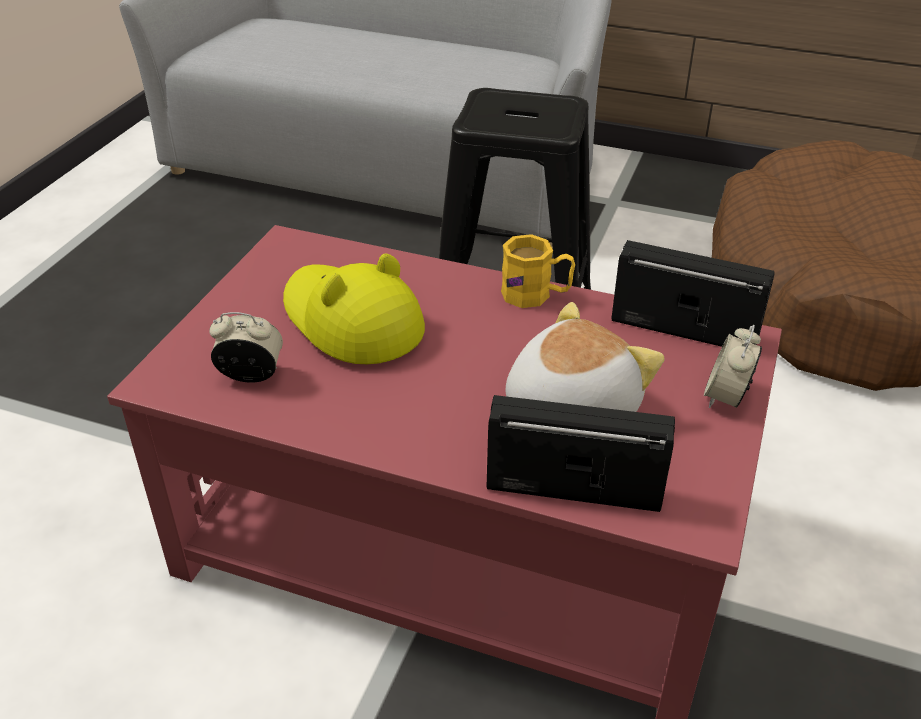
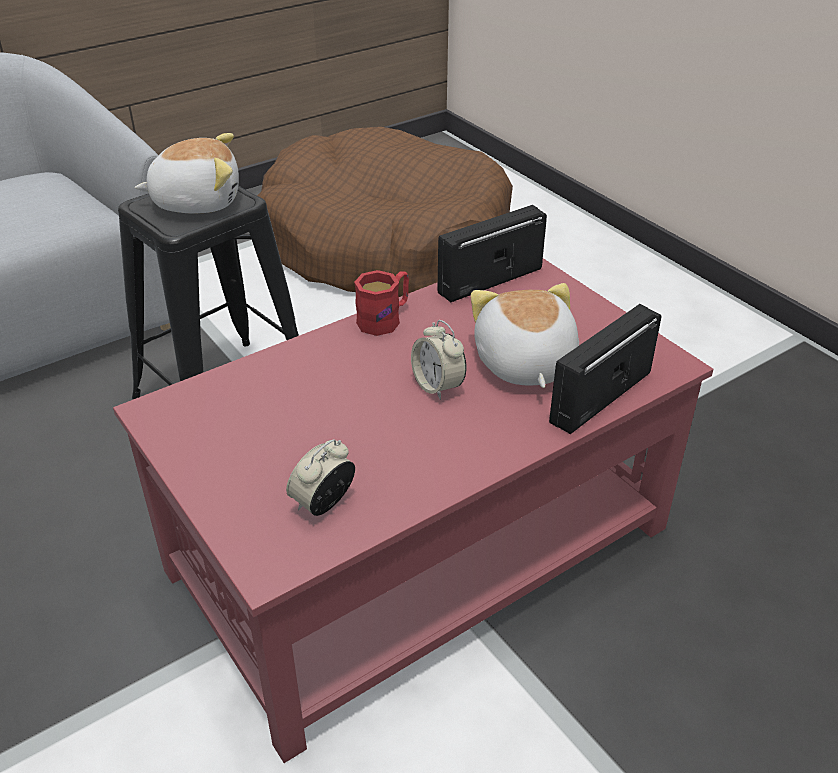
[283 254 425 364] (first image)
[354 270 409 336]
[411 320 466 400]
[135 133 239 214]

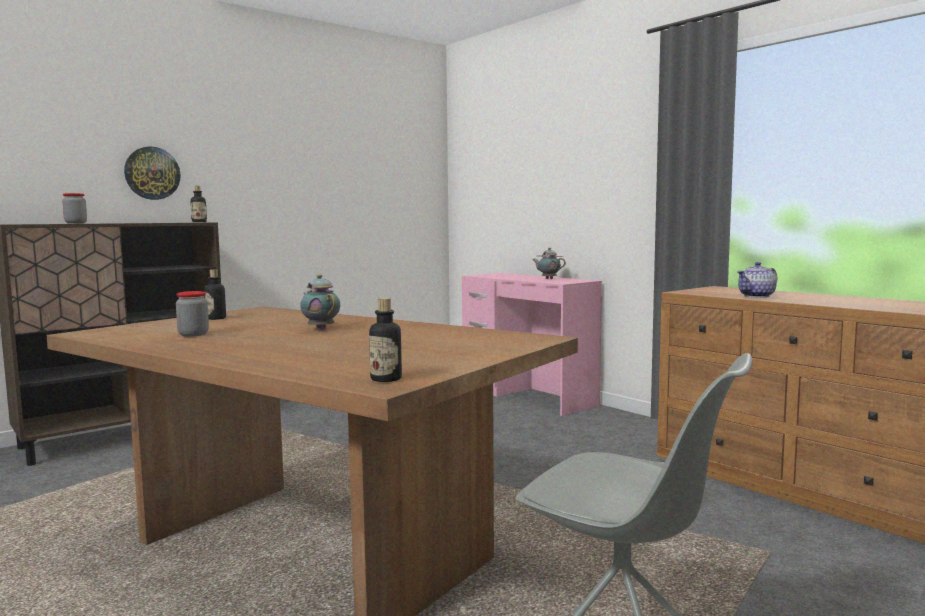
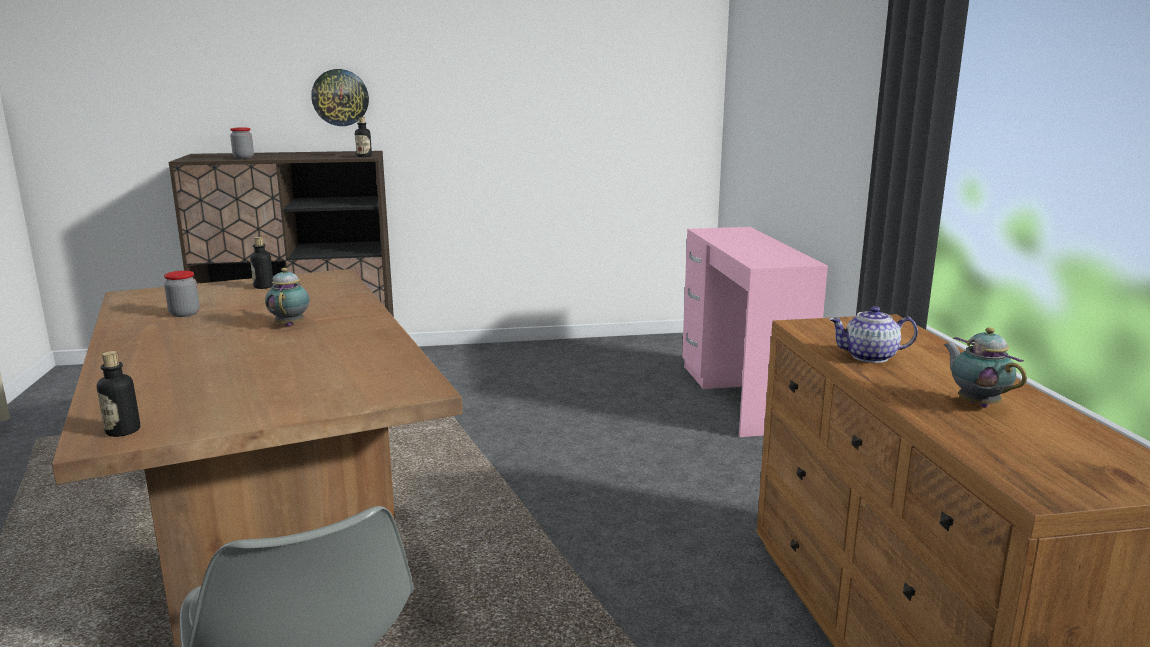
[944 327 1027 408]

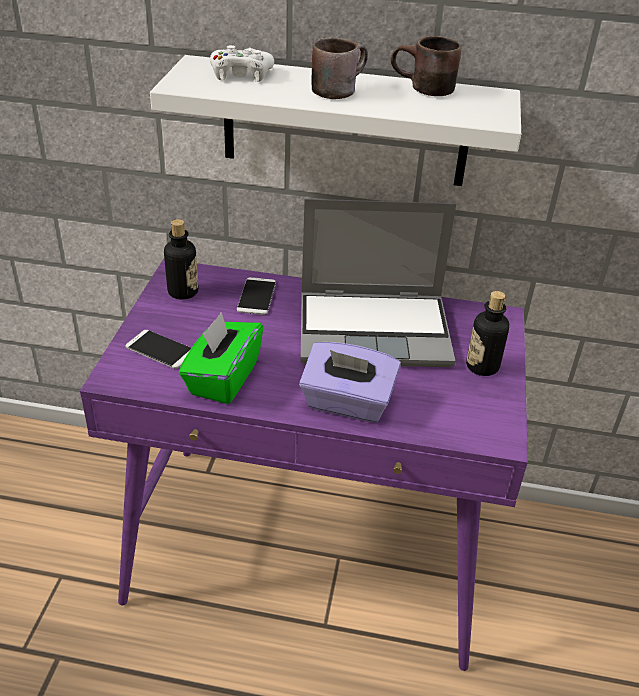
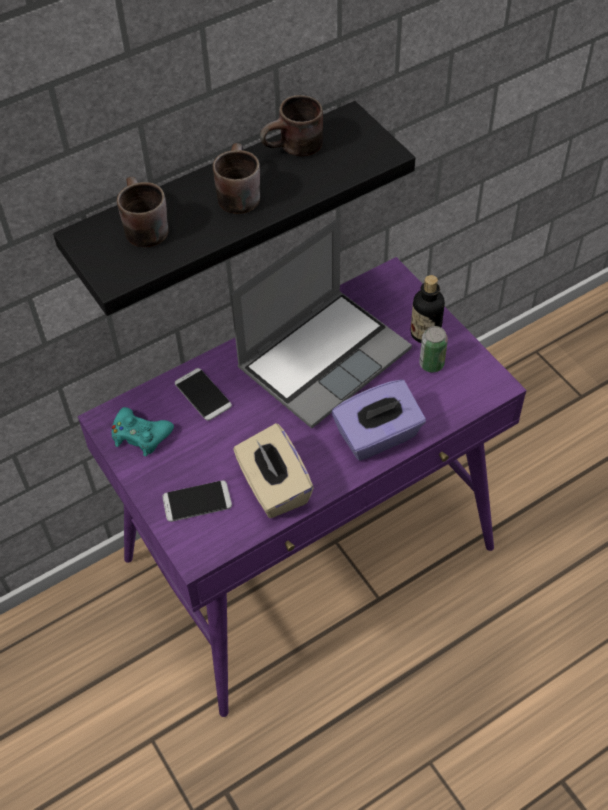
[53 101 415 316]
[112 407 174 456]
[233 423 314 518]
[117 177 169 247]
[419 326 448 372]

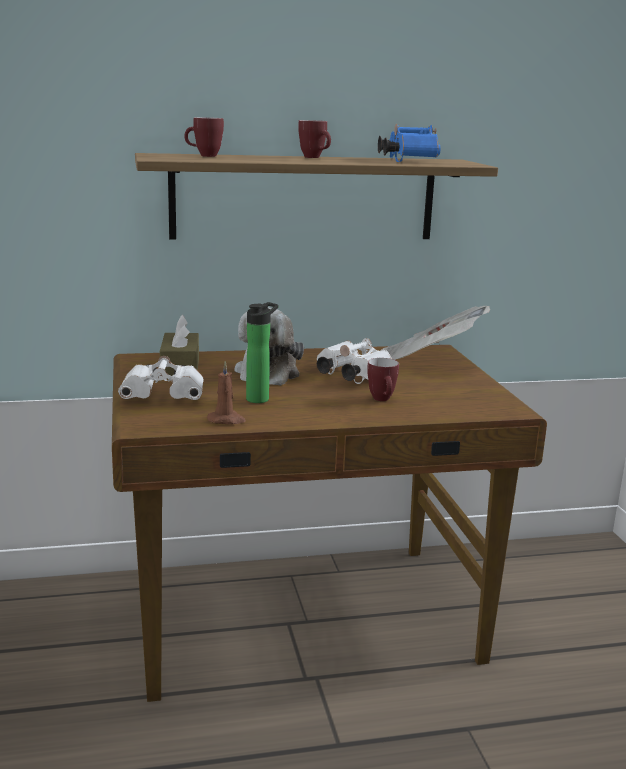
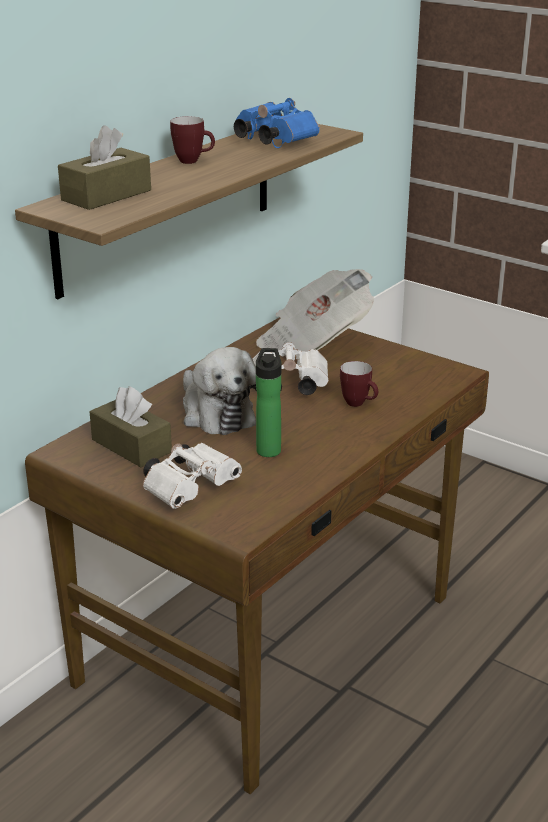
[58 125 151 210]
[207 361 246 425] (first image)

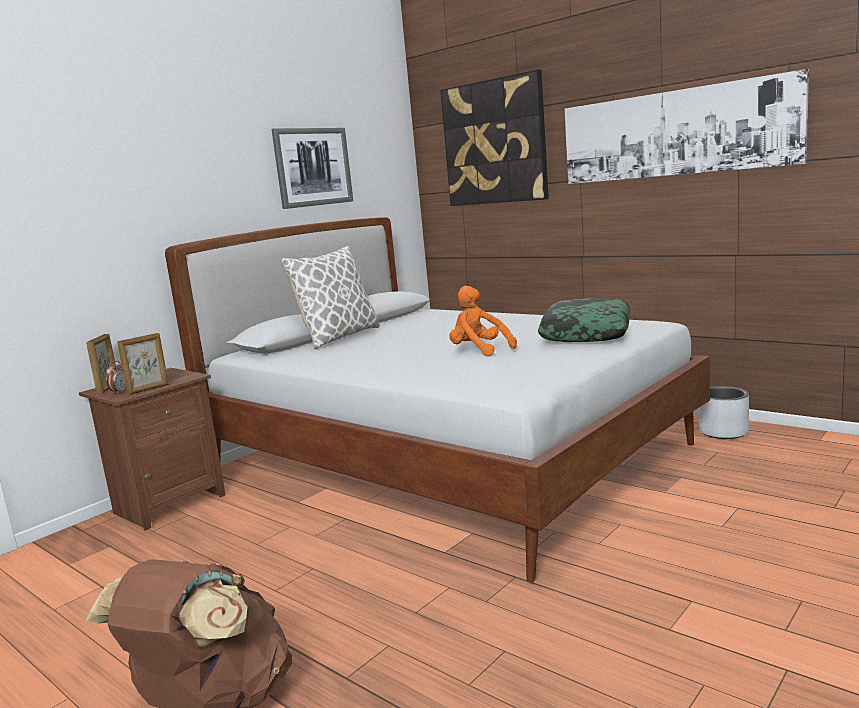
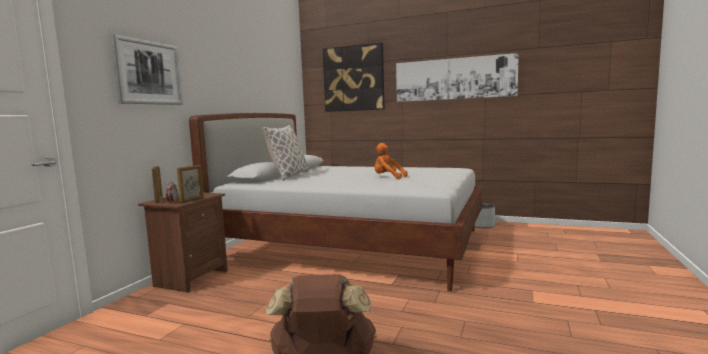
[111 34 183 105]
[538 298 630 342] (first image)

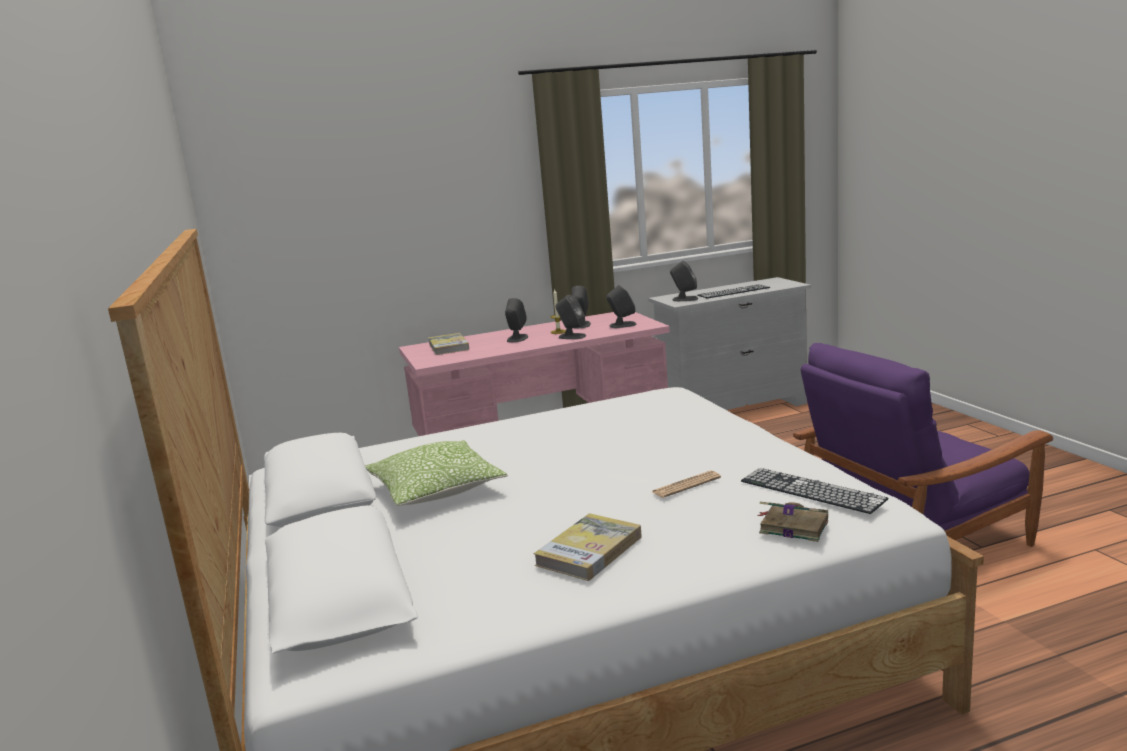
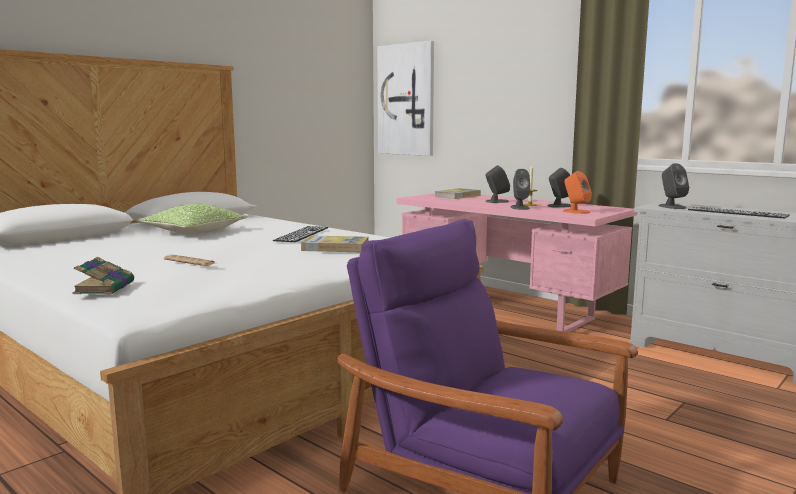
[301 235 369 252]
[563 171 592 214]
[273 226 328 242]
[377 41 434 156]

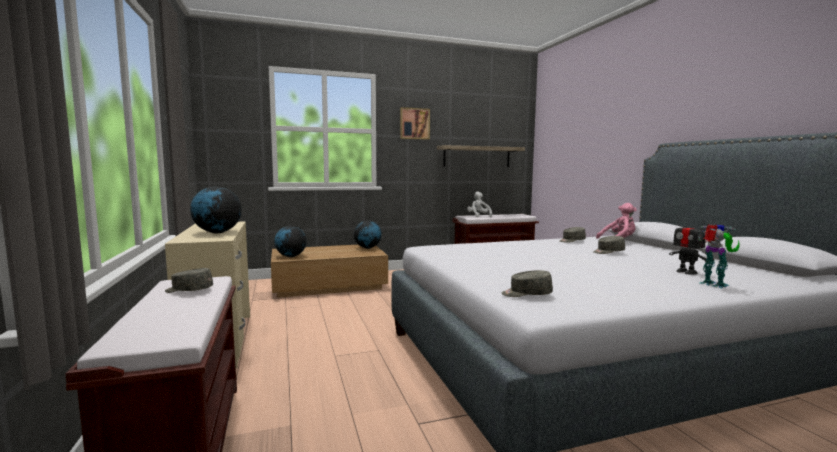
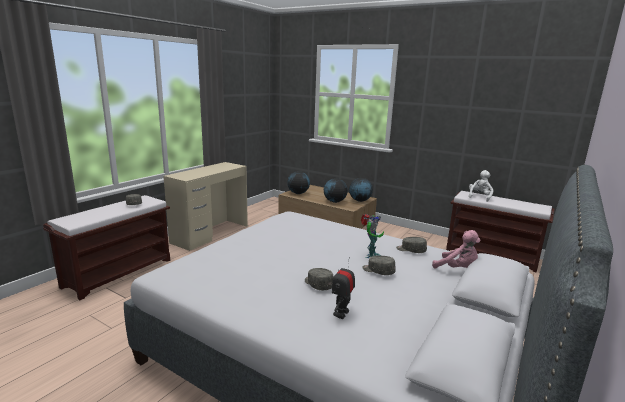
[324 178 348 203]
[400 107 430 140] (first image)
[437 145 525 167] (first image)
[305 268 334 290]
[361 214 384 258]

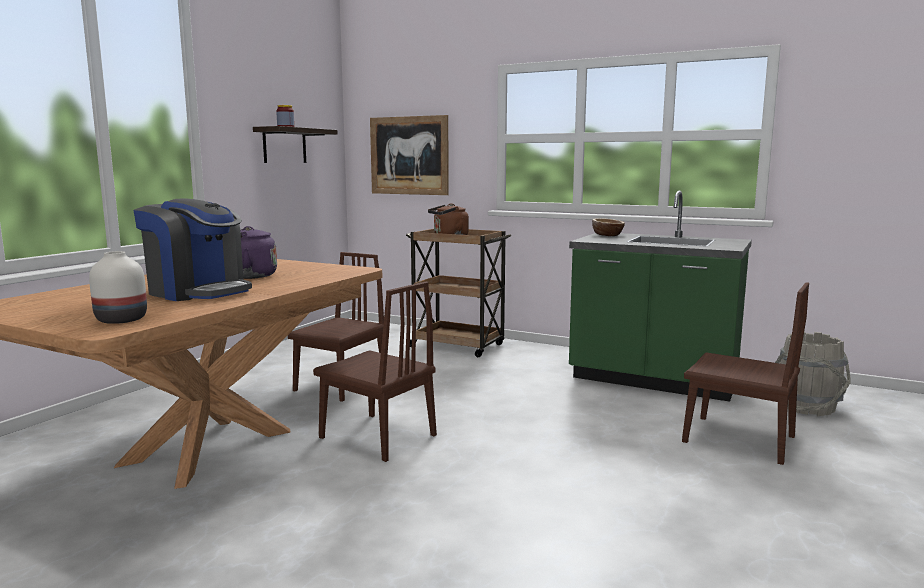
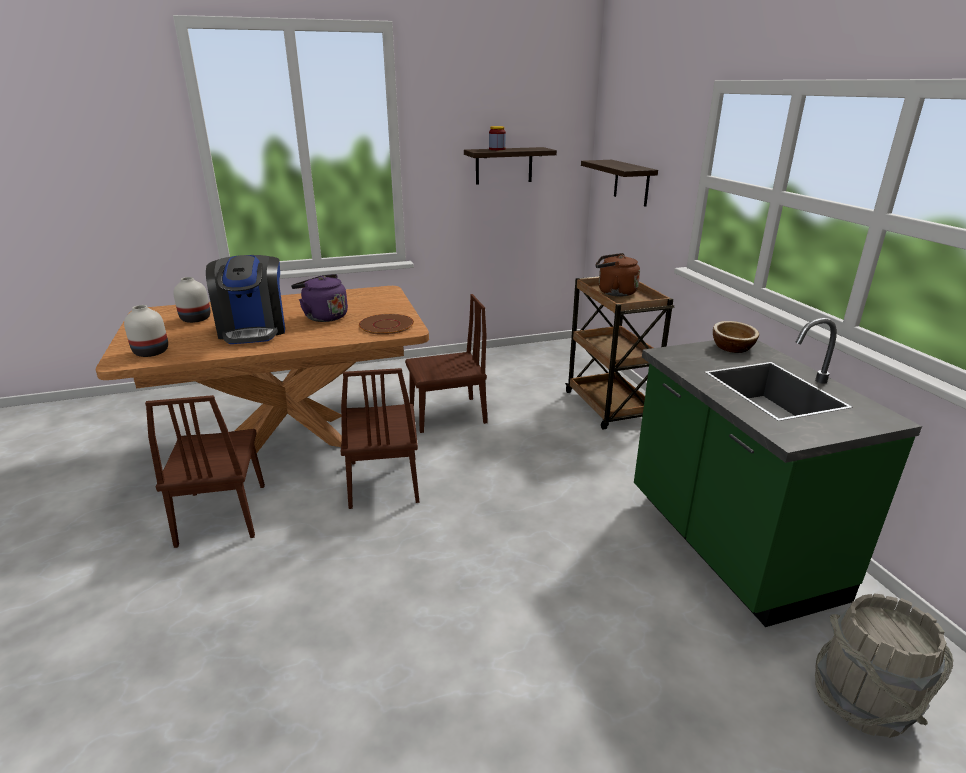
[581 160 658 207]
[145 395 265 548]
[173 277 210 323]
[359 314 414 335]

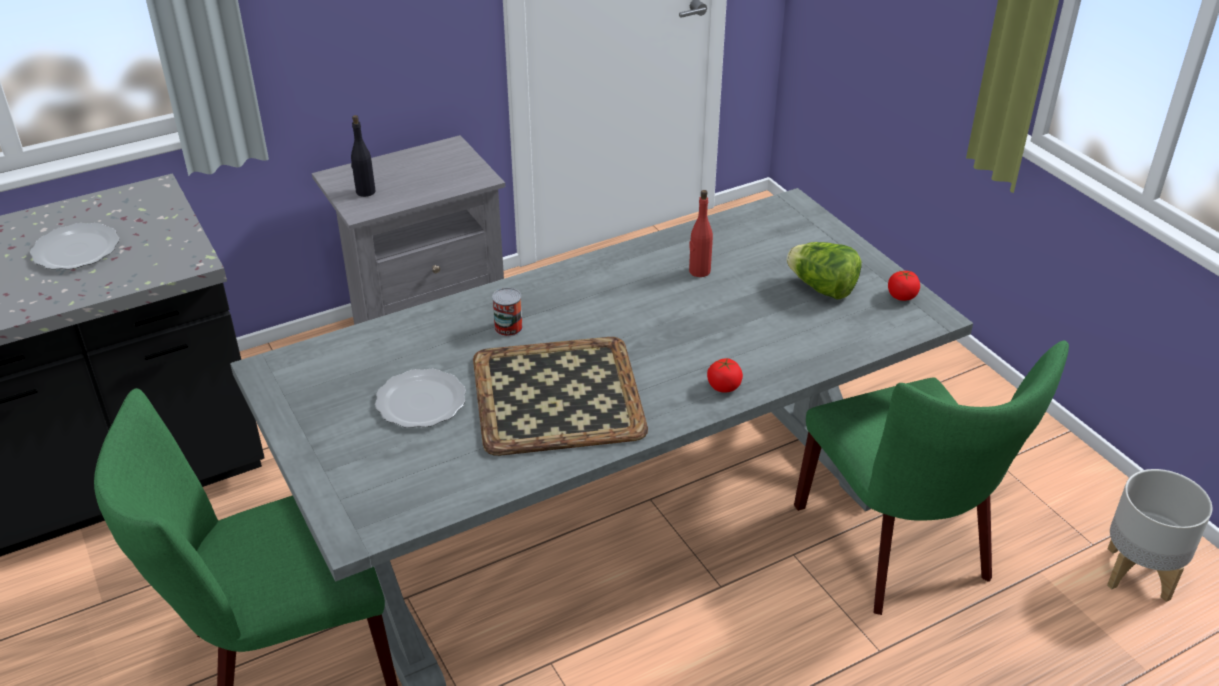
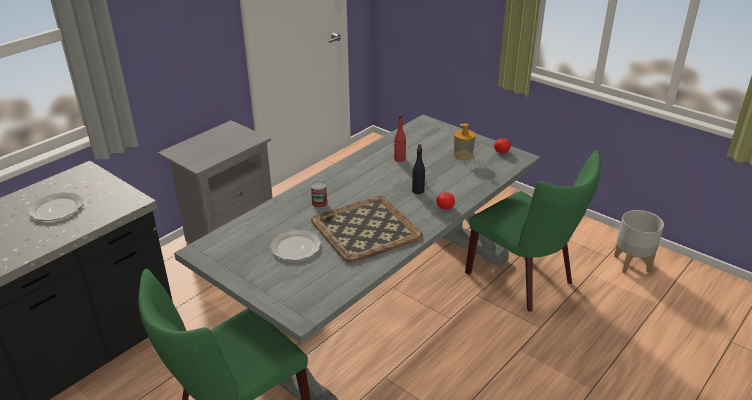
[412 144 425 194]
[454 123 476 160]

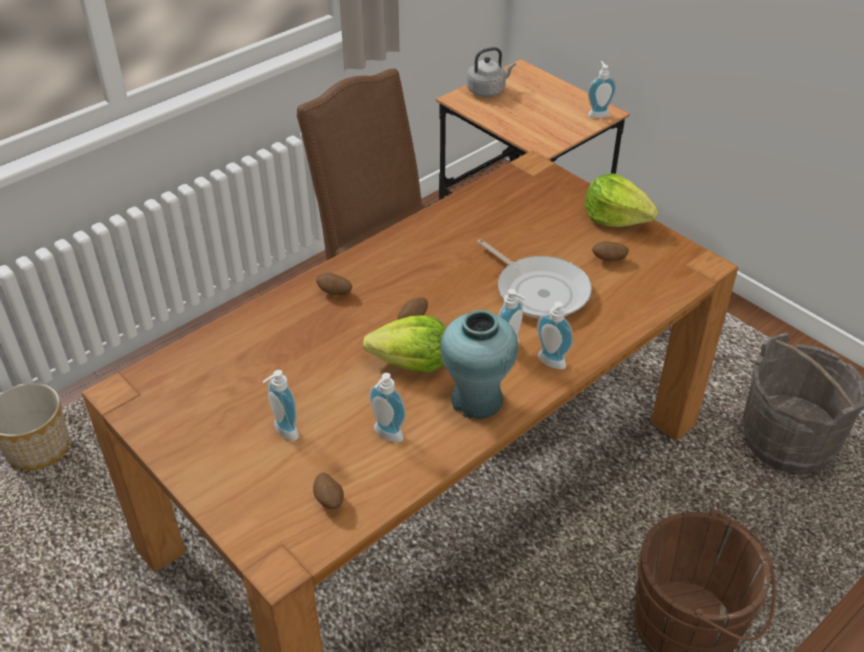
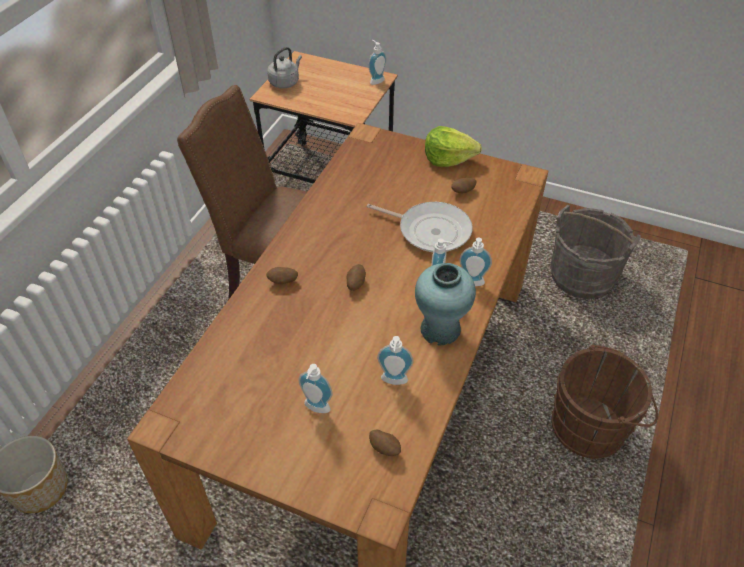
[363 315 446 373] (first image)

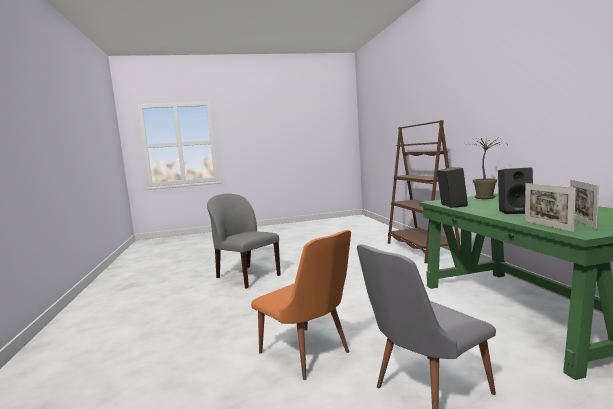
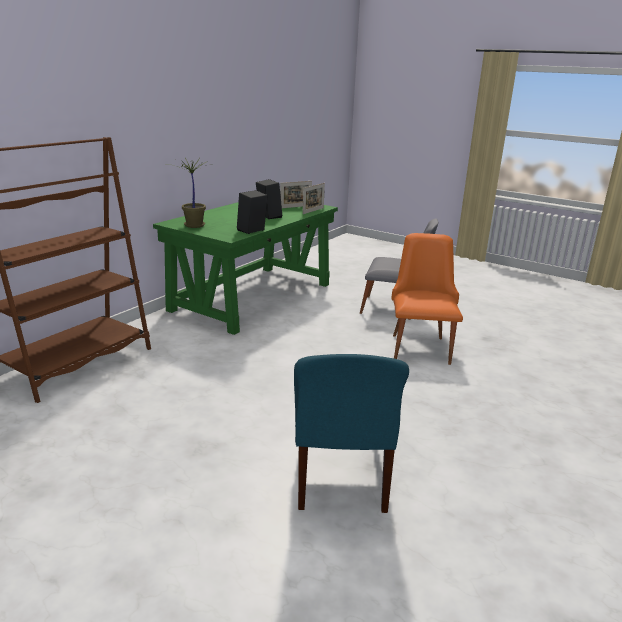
[294 354 409 513]

